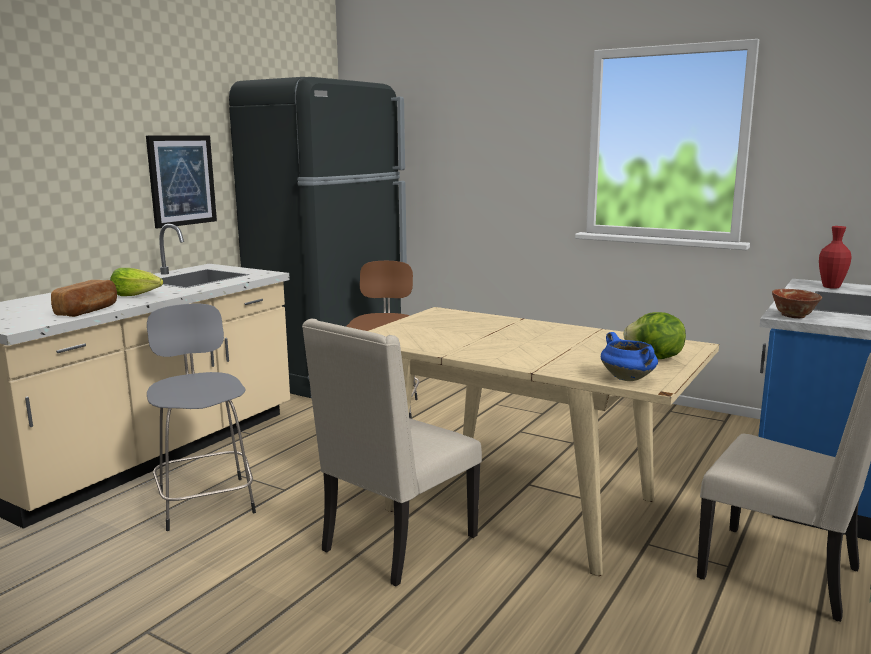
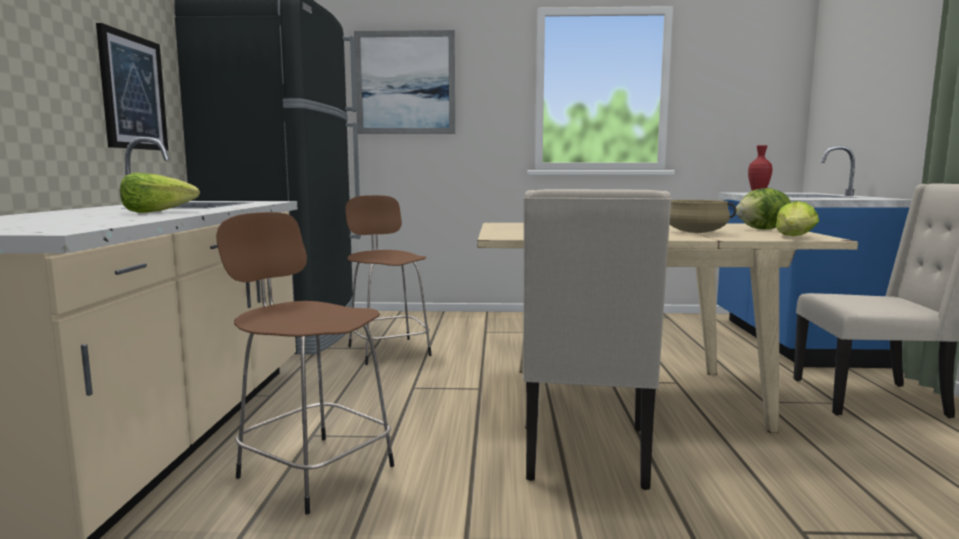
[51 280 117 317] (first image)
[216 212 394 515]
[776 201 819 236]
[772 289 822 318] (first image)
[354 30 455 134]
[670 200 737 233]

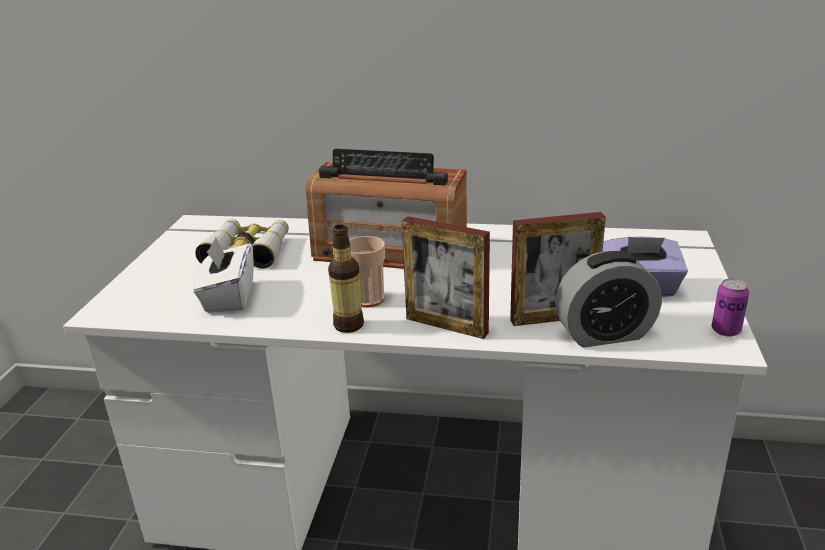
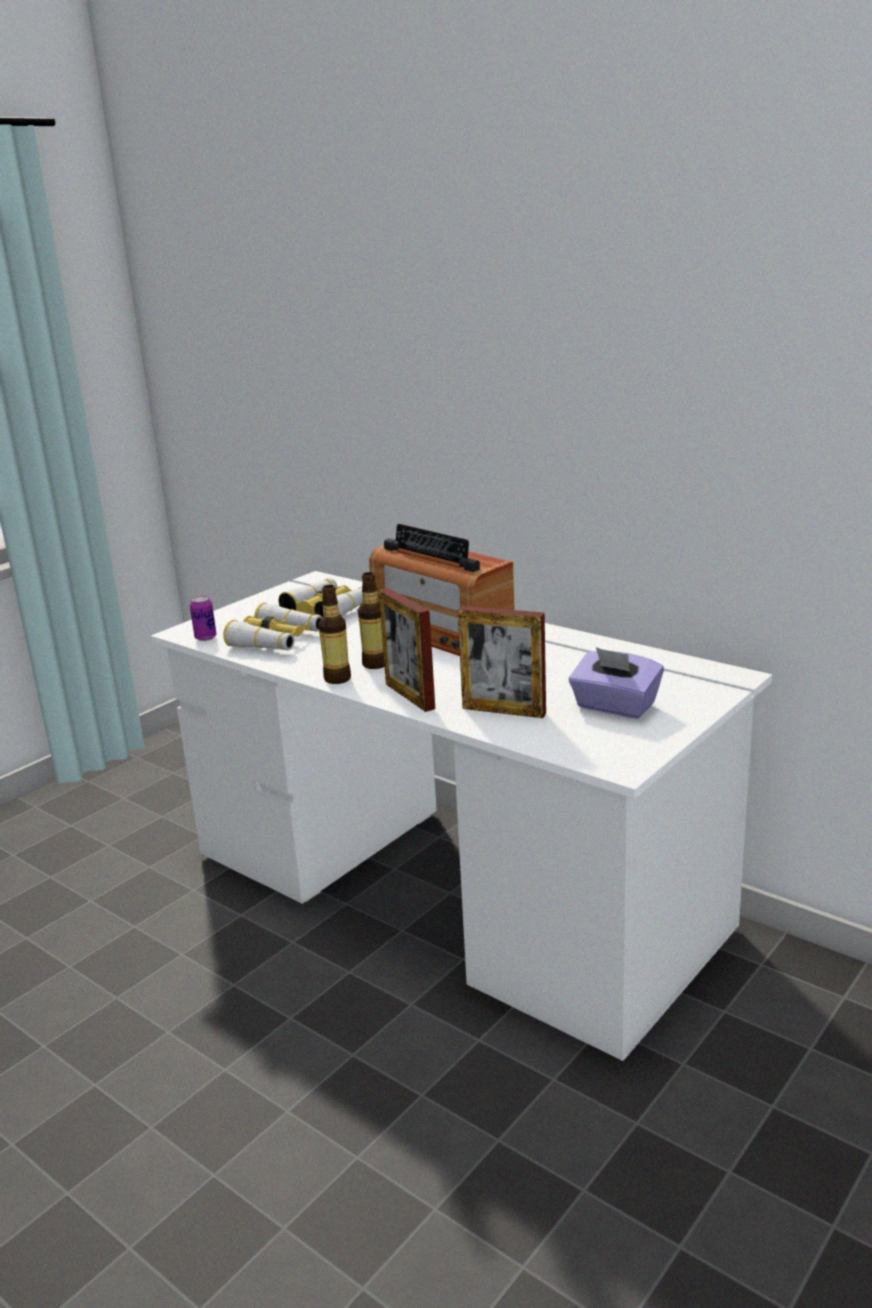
[223 602 322 650]
[358 572 385 669]
[555 251 662 348] (first image)
[190 596 217 641]

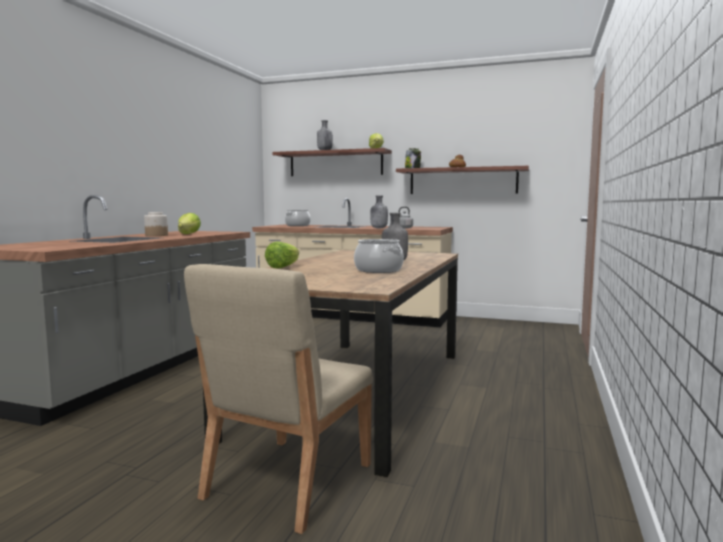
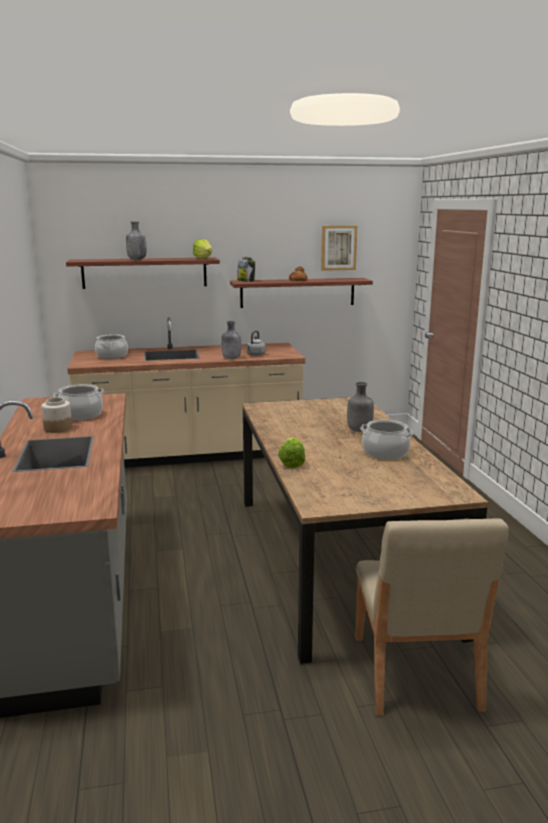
[53 384 104 421]
[321 226 357 271]

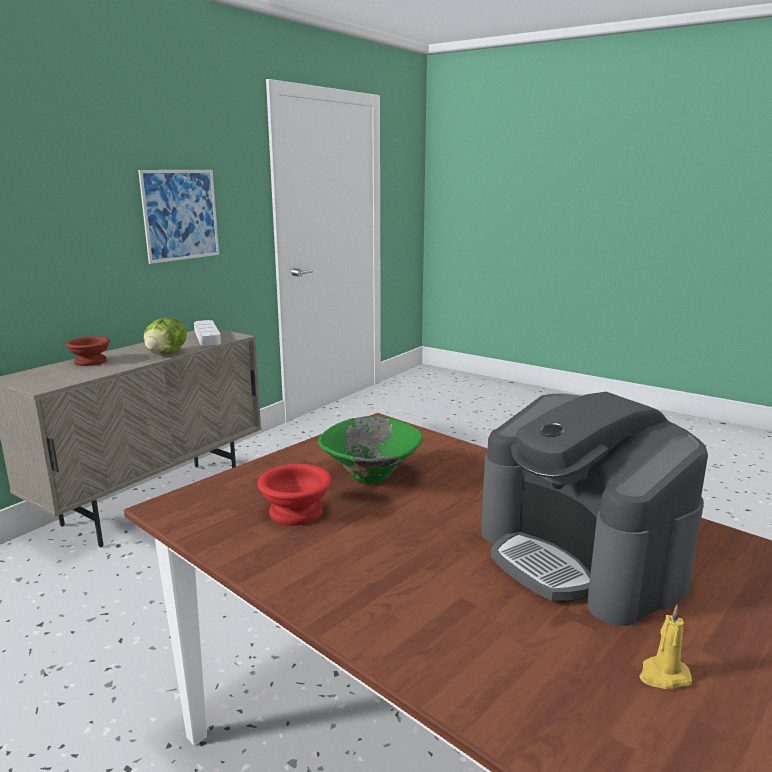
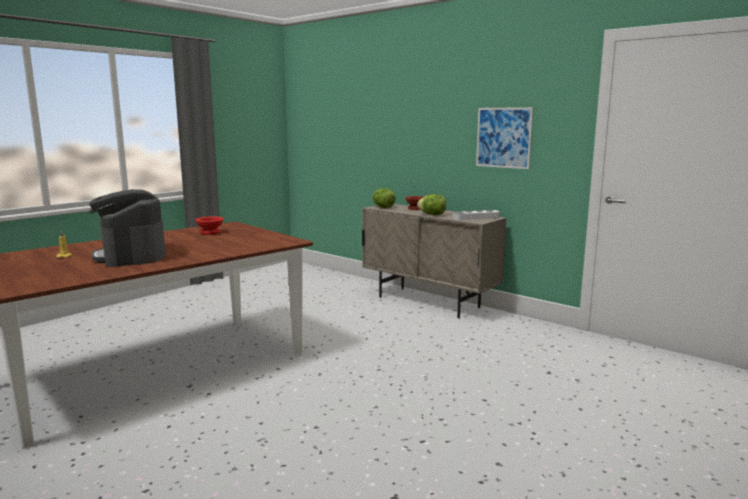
[318 416 423 484] (first image)
[89 189 166 267]
[372 188 396 208]

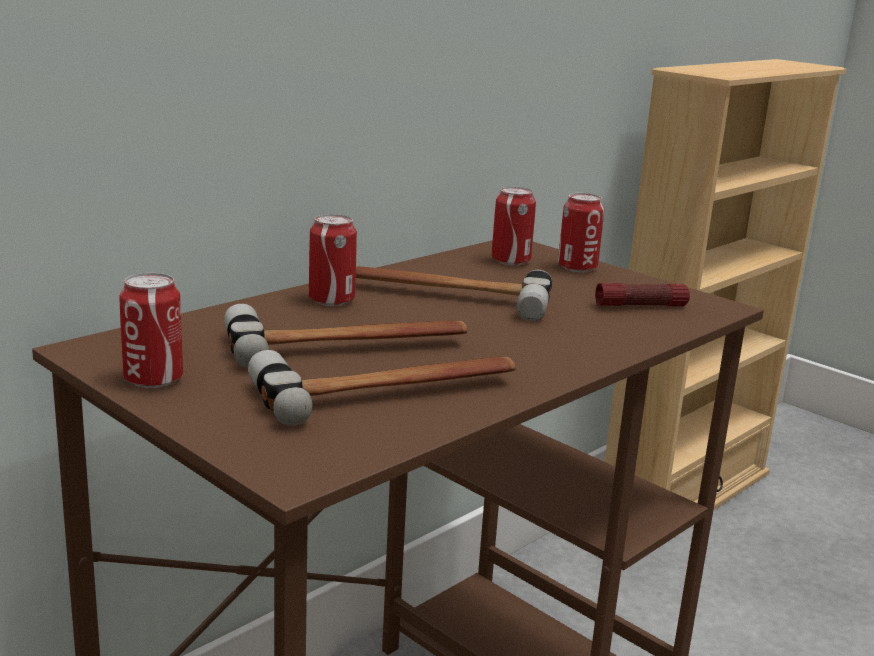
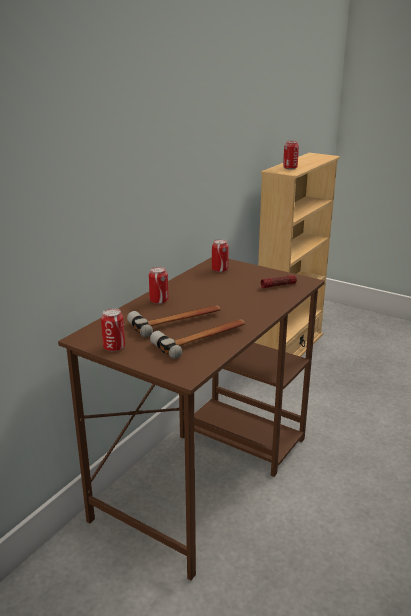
[356 266 552 321] (first image)
[283 141 299 170]

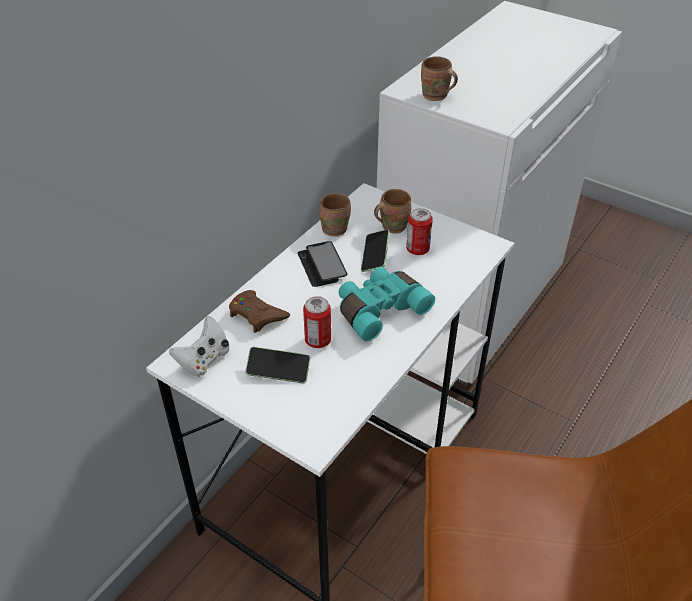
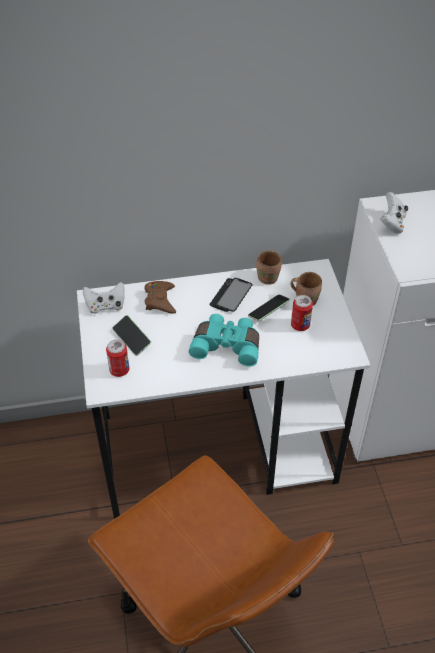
[106 339 129 377]
[381 192 408 234]

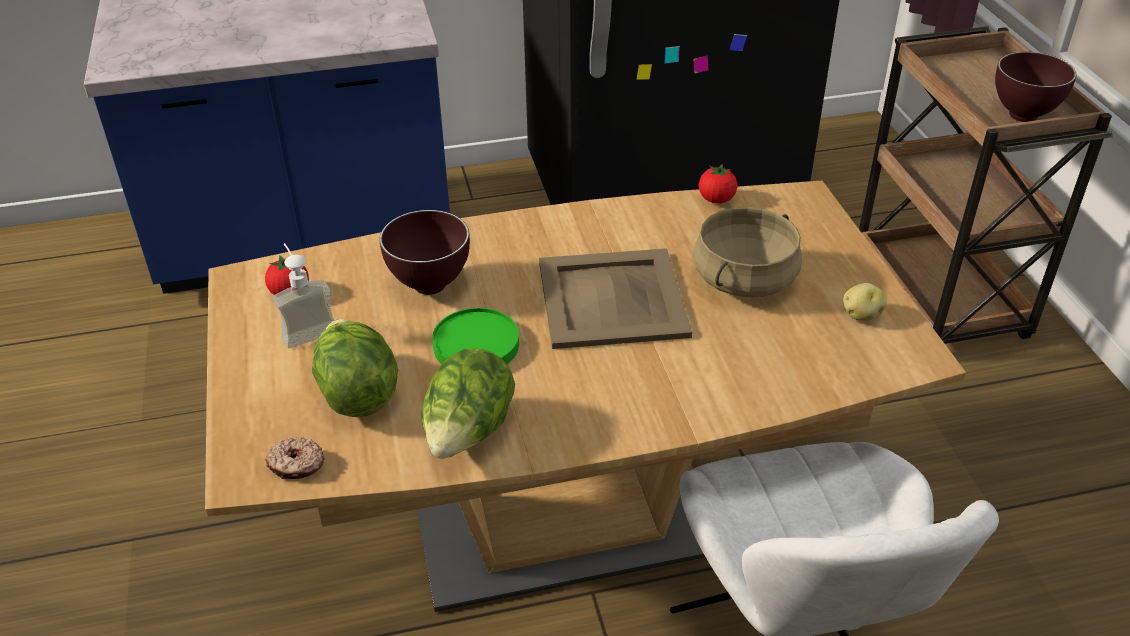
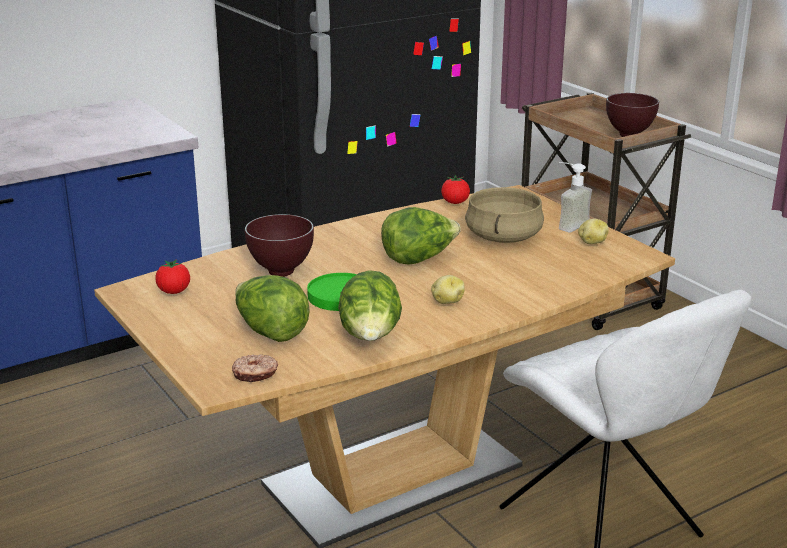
[559 162 592 233]
[381 207 461 265]
[431 275 465 304]

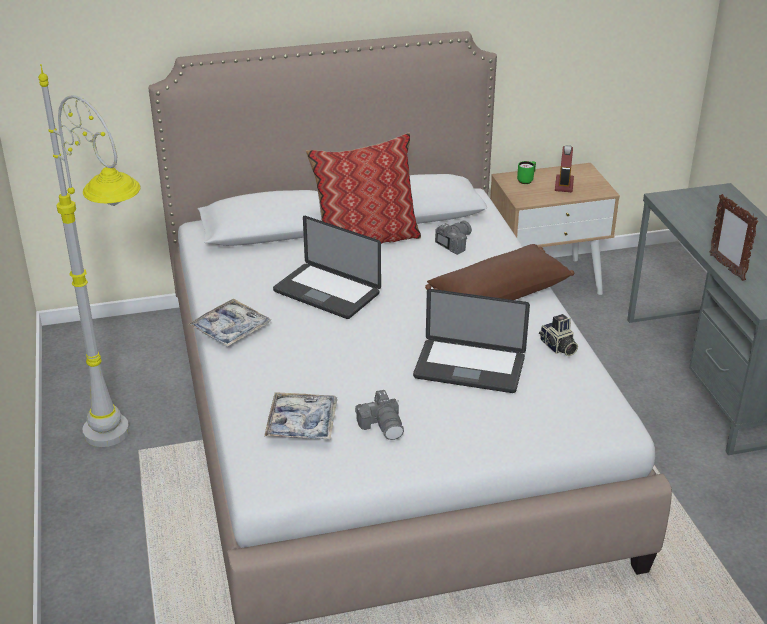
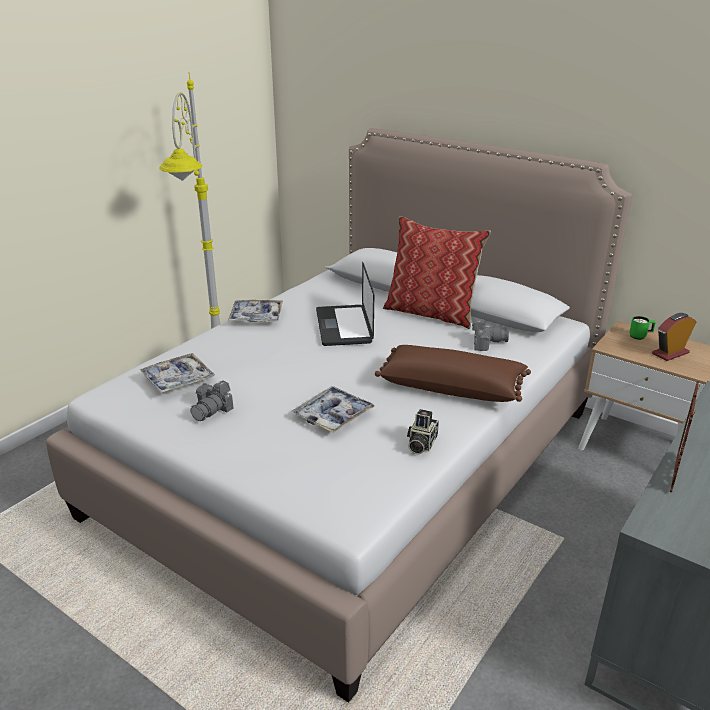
[292 386 375 433]

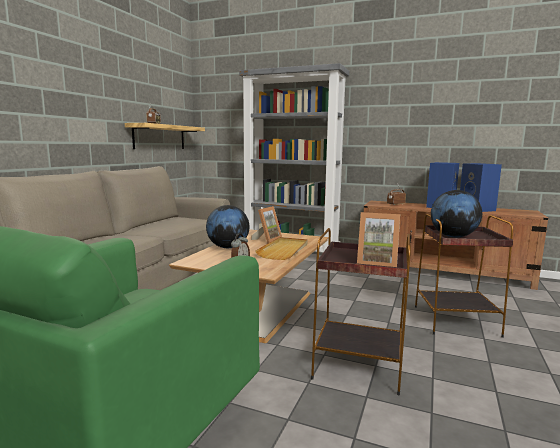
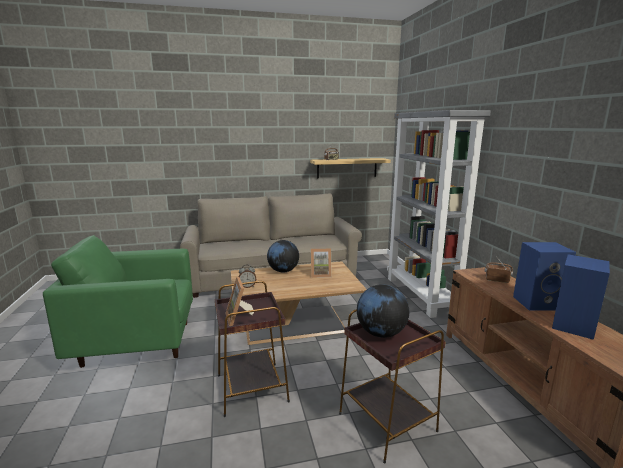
[255 237 308 260] (first image)

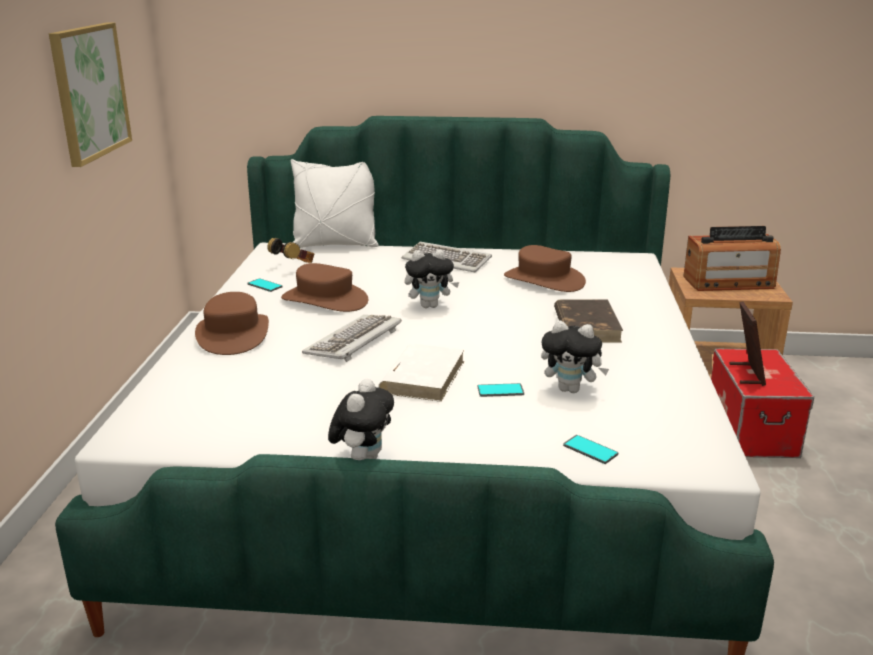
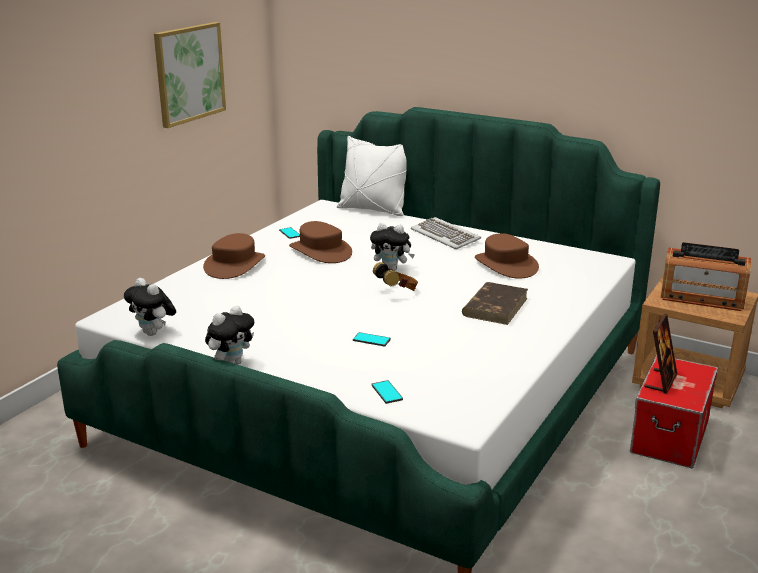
[373 262 418 291]
[302 314 402 362] (first image)
[378 343 465 402] (first image)
[124 278 176 336]

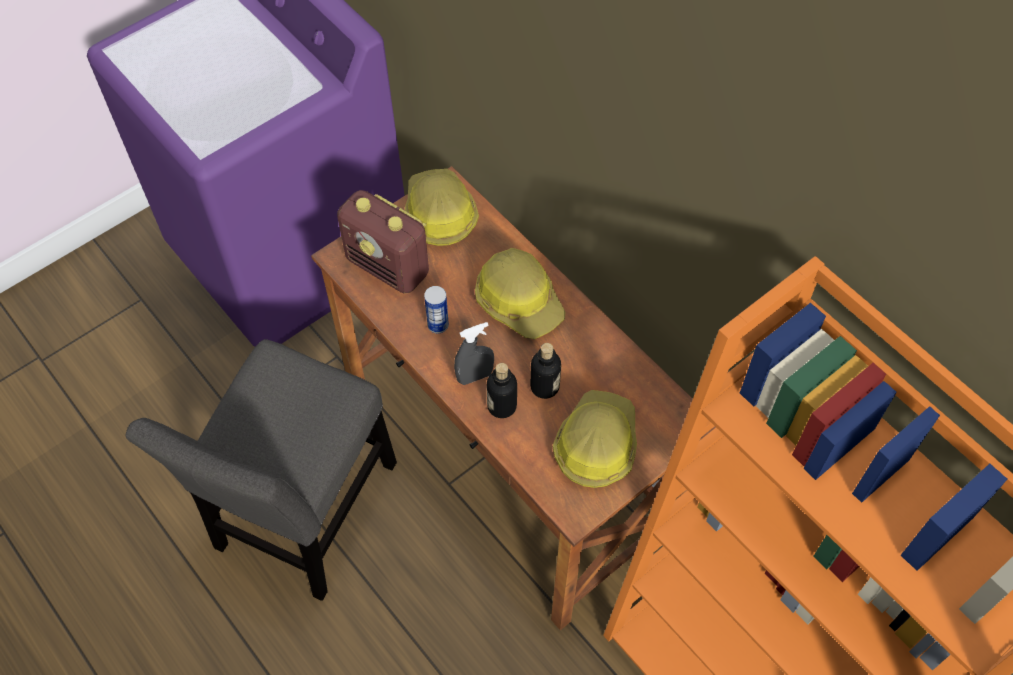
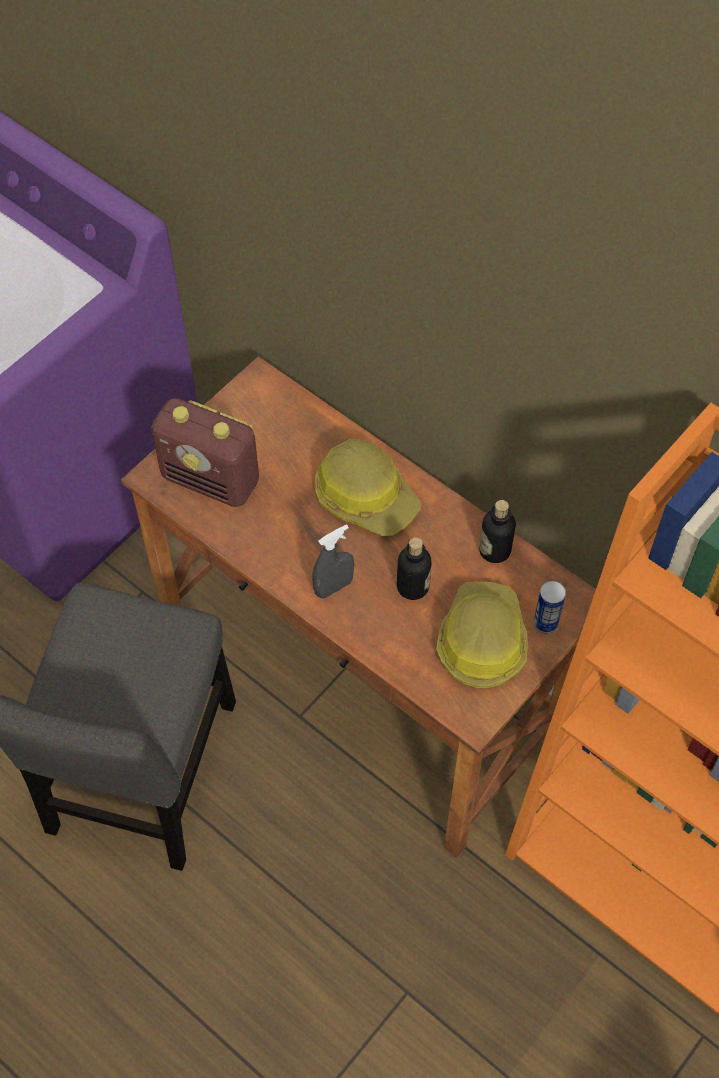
[405 169 479 246] (first image)
[534 581 566 633]
[479 500 516 563]

